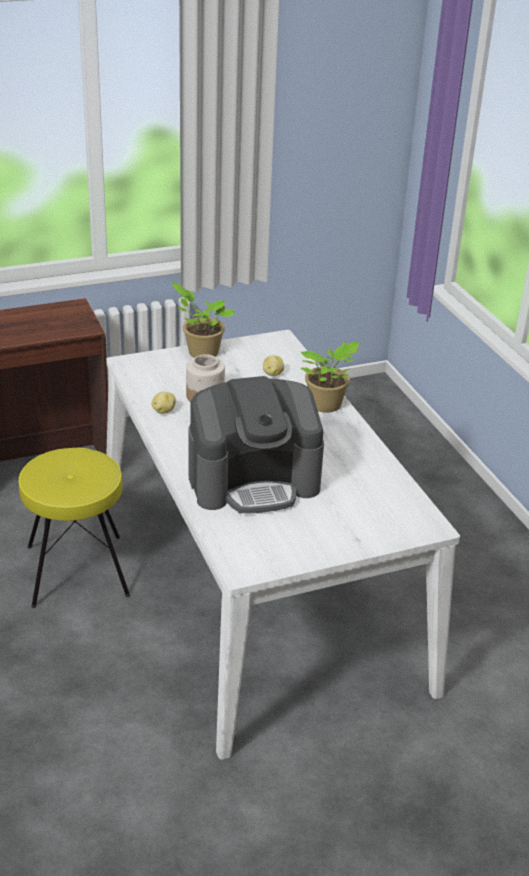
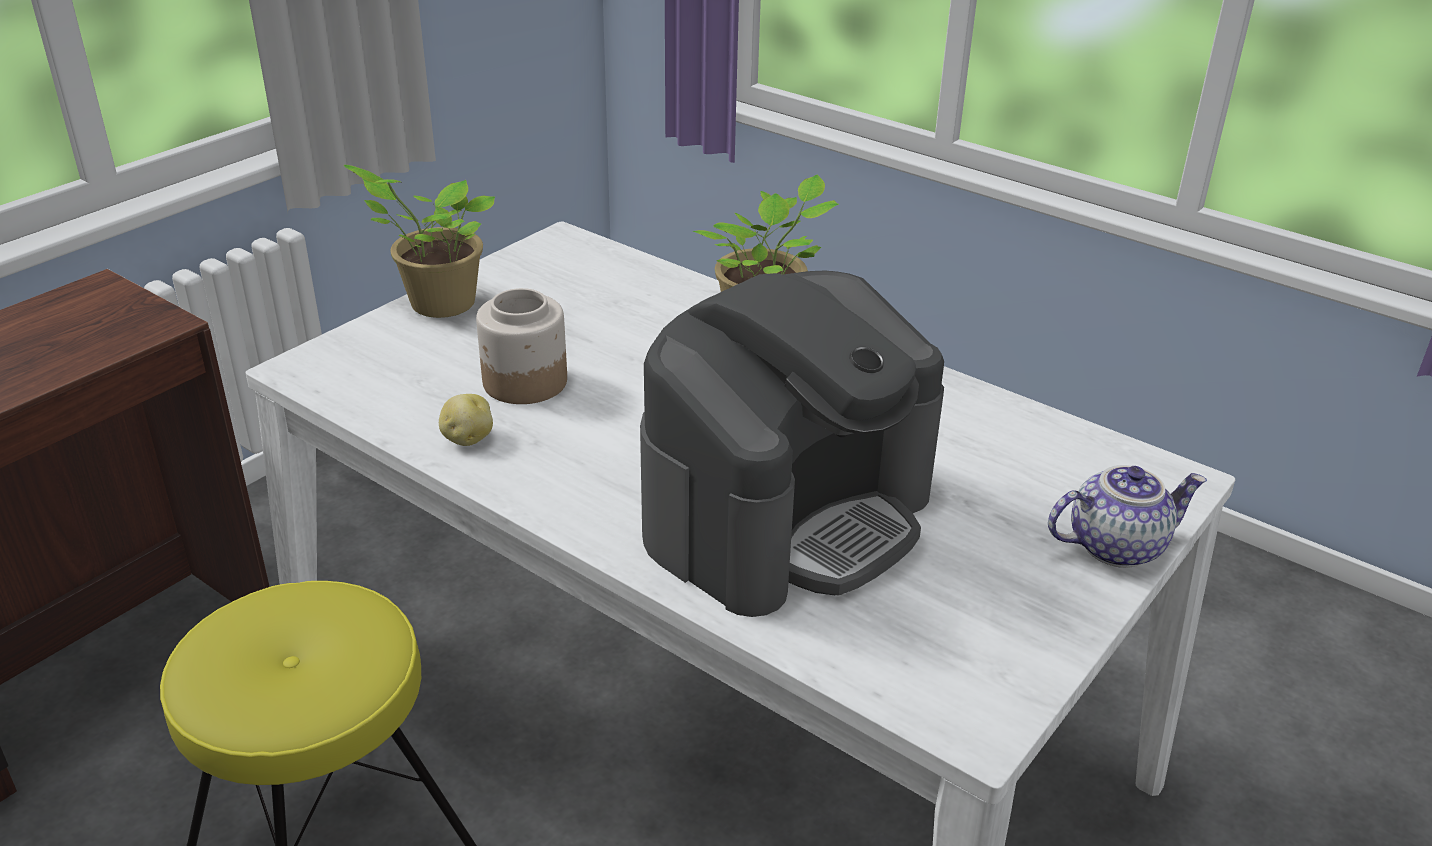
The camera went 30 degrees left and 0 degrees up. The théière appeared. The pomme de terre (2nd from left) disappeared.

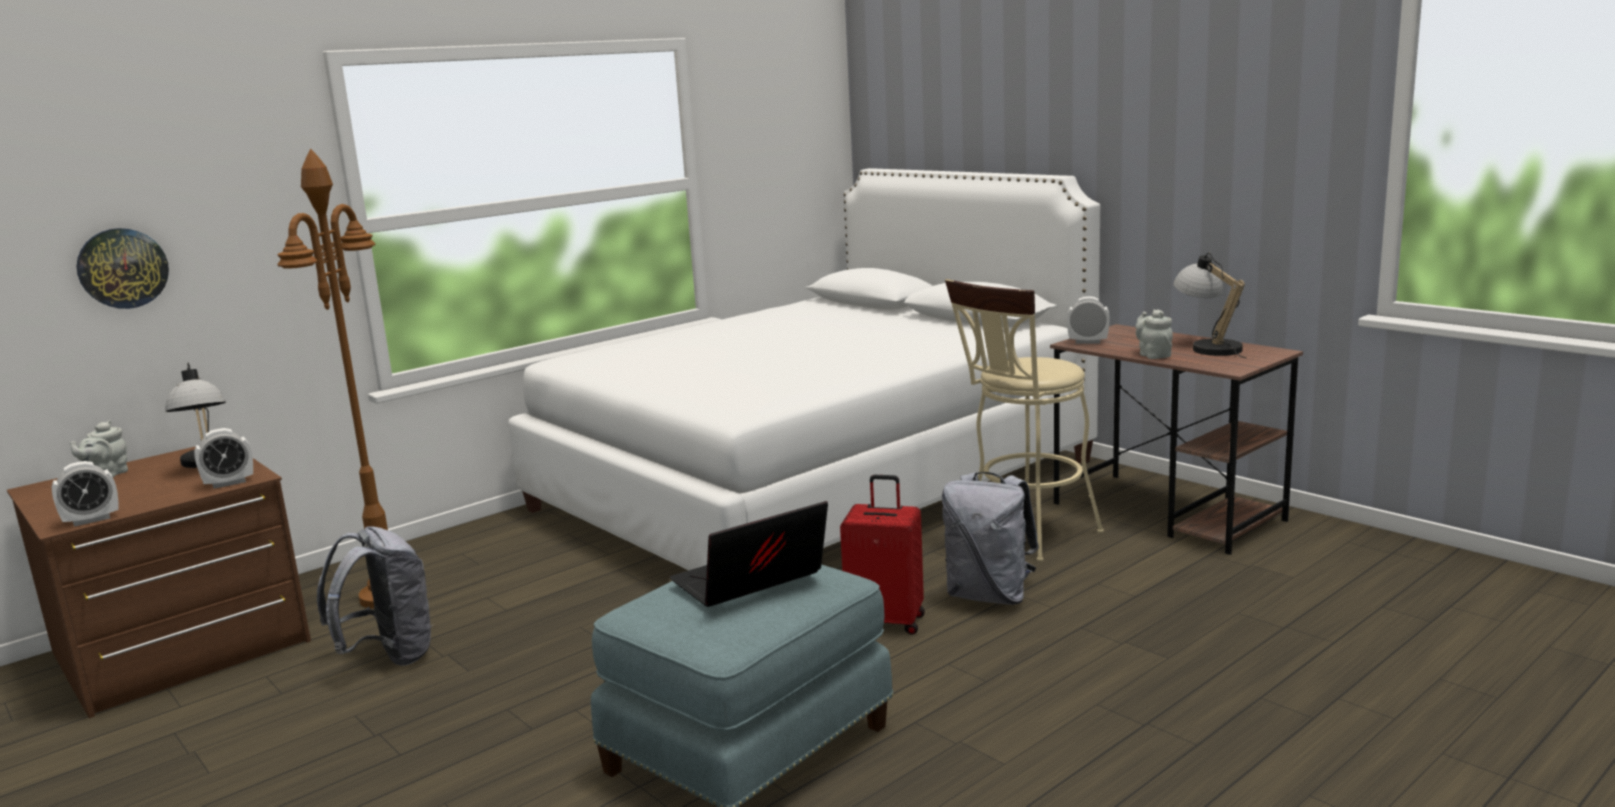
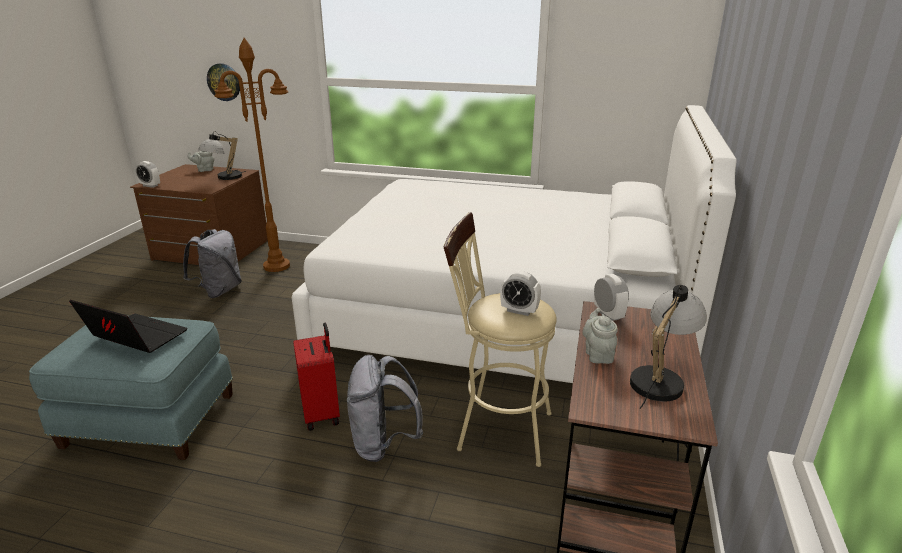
The camera went 55 degrees right and 10 degrees up. The réveil (2nd from left) moved. The théière (gris) (2nd from left) turned 45 degrees counterclockwise.

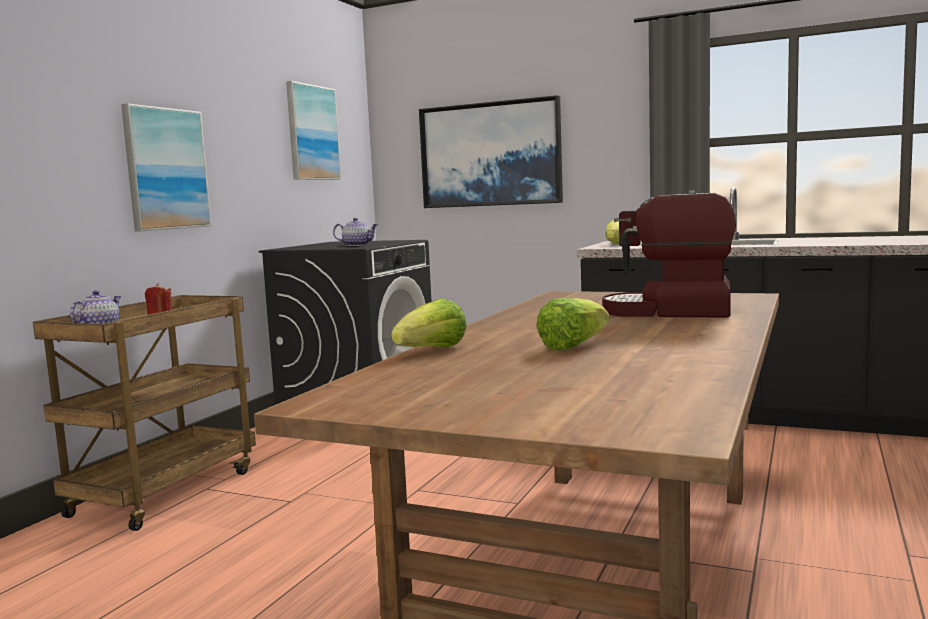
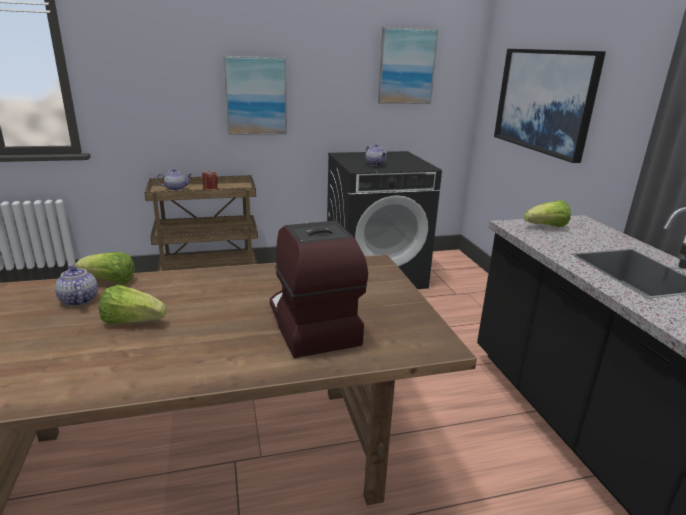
The camera went 50 degrees right and 15 degrees up. The théière (1st from left) appeared.

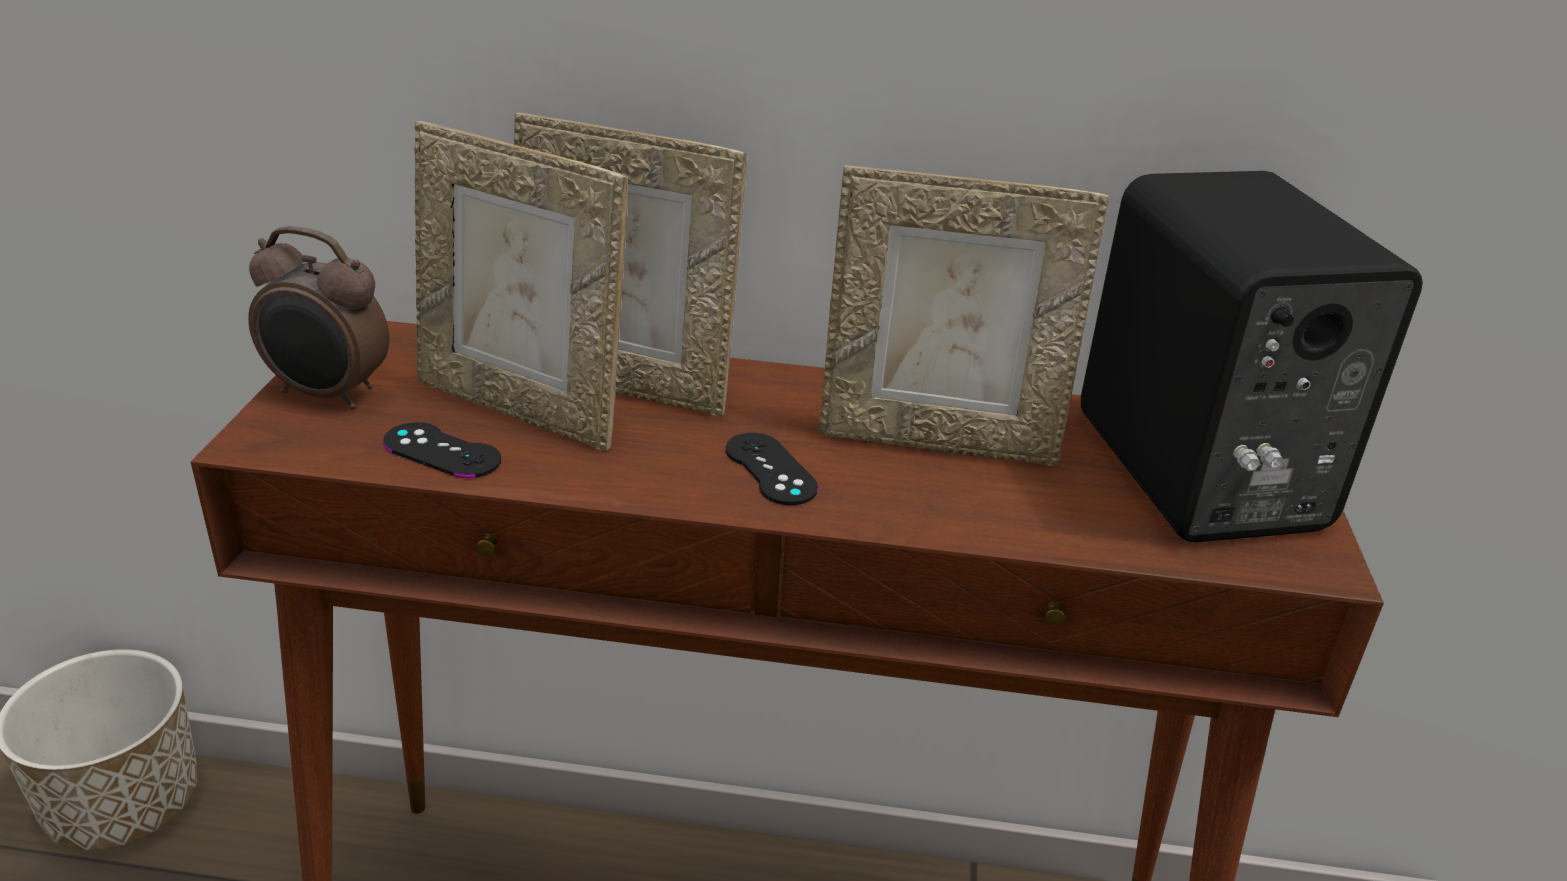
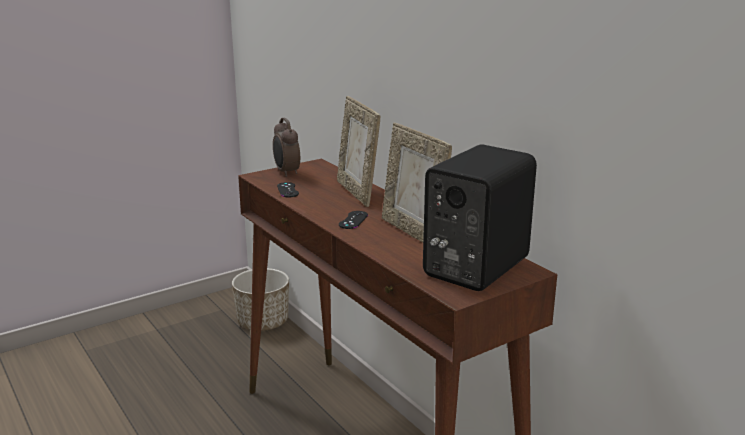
The camera went 50 degrees right and 10 degrees down. The cadre photo (1st from left) disappeared.

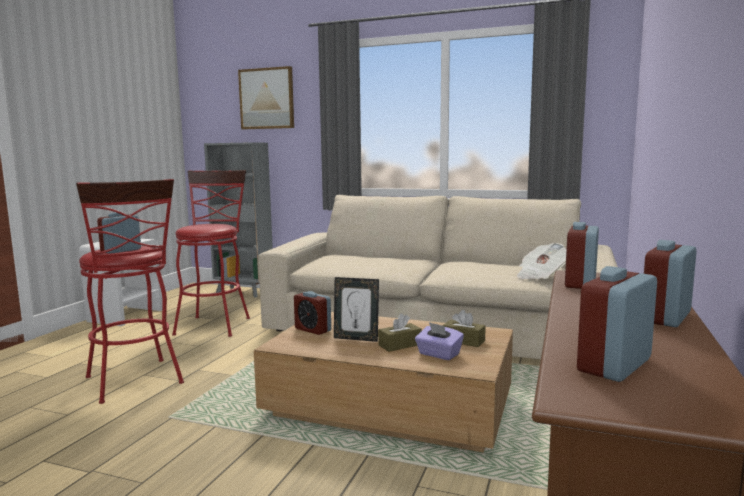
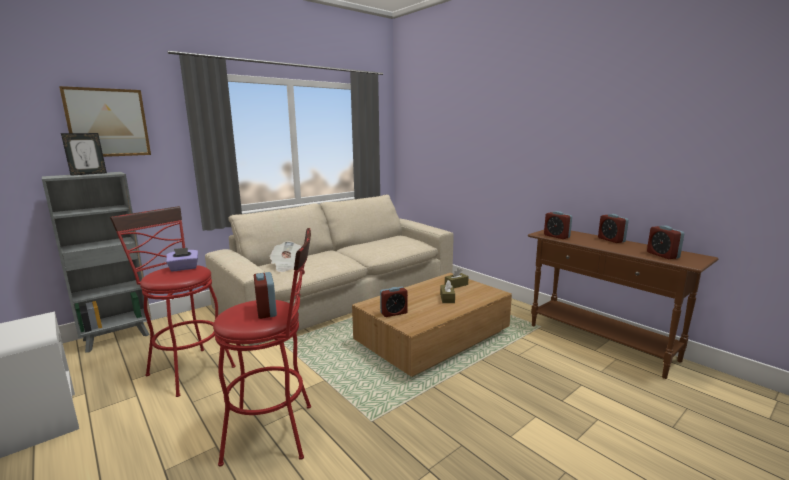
The camera went 60 degrees left and 5 degrees up. The cadre photo moved. The boîte à mouchoirs (violet) moved. The journal moved.

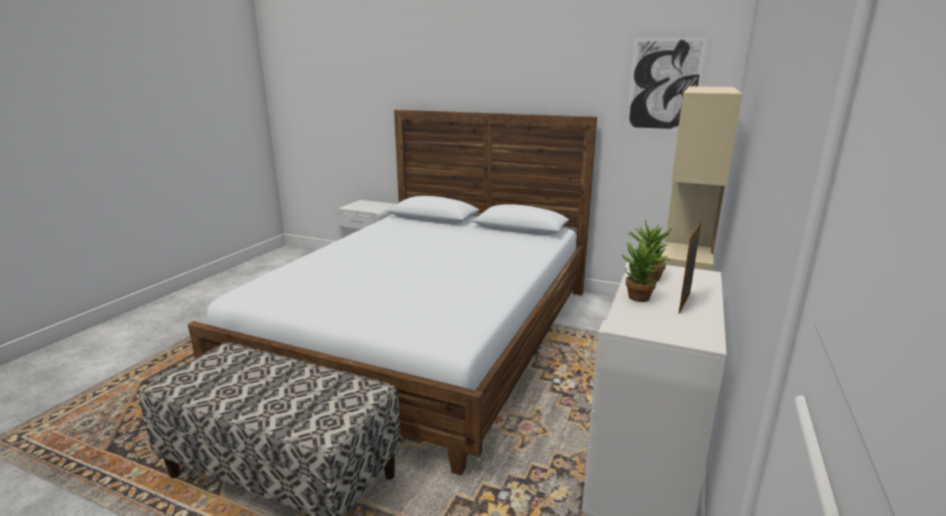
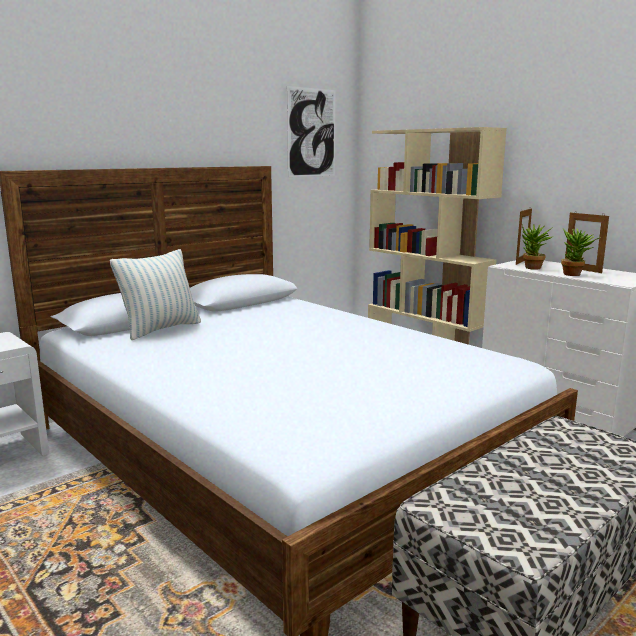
The camera went 65 degrees left and 5 degrees down. The coussin appeared. The cadre photo (1st from left) appeared.

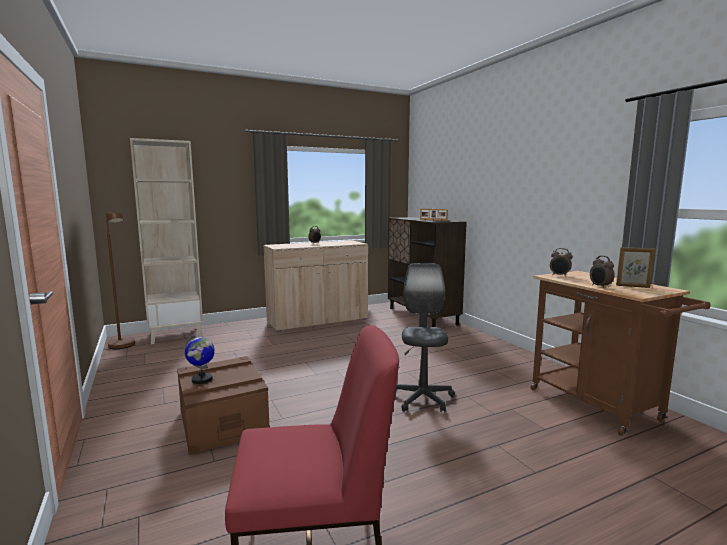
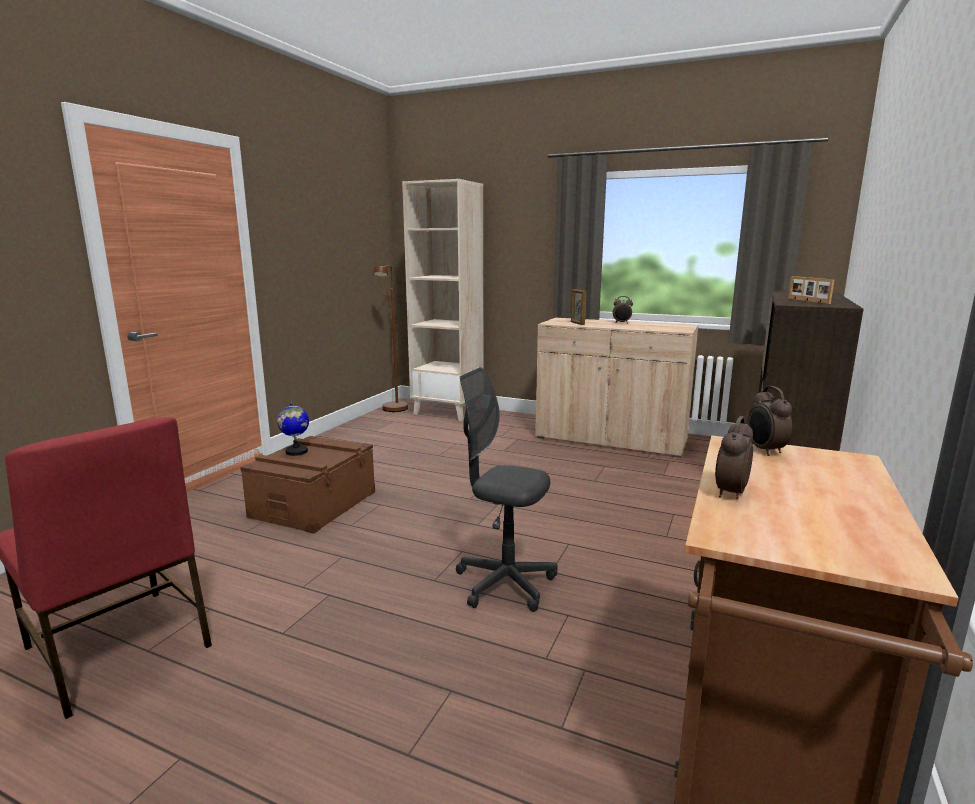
The camera went 50 degrees right and 5 degrees up. The chaise de bureau (gris) turned 120 degrees counterclockwise. The cadre photo (2nd from left in the first image) moved.

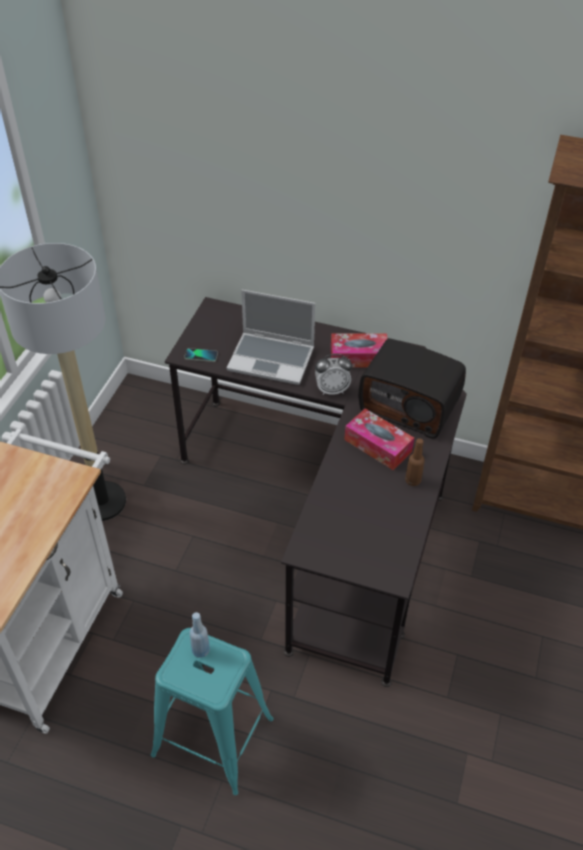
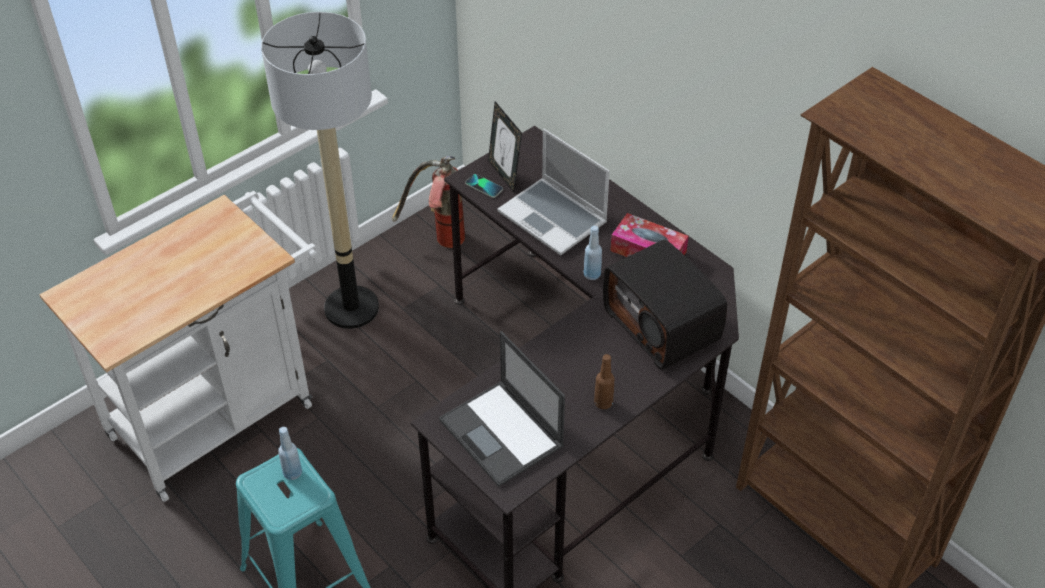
The camera went 30 degrees right and 0 degrees up. The extincteur appeared. The ordinateur portable (1st from left) appeared. The cadre photo appeared. The réveil was replaced by the bouteille (bleu) (2nd from left). The boîte à mouchoirs (2nd from left) disappeared.

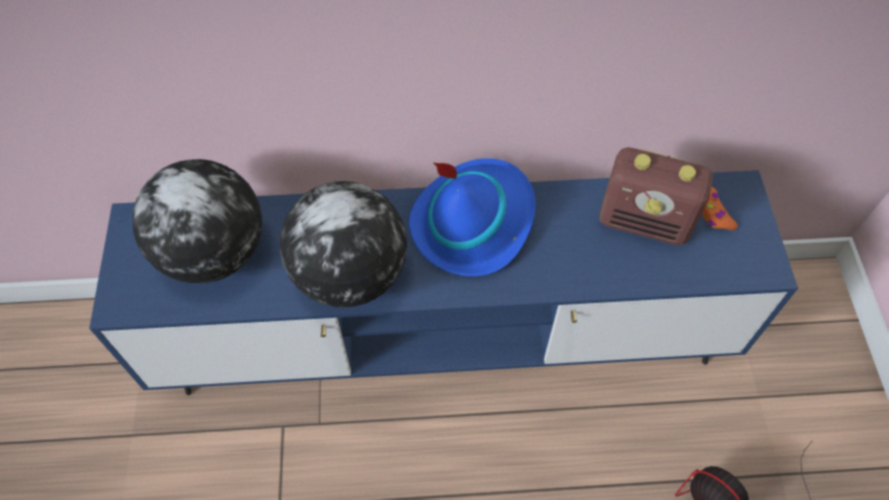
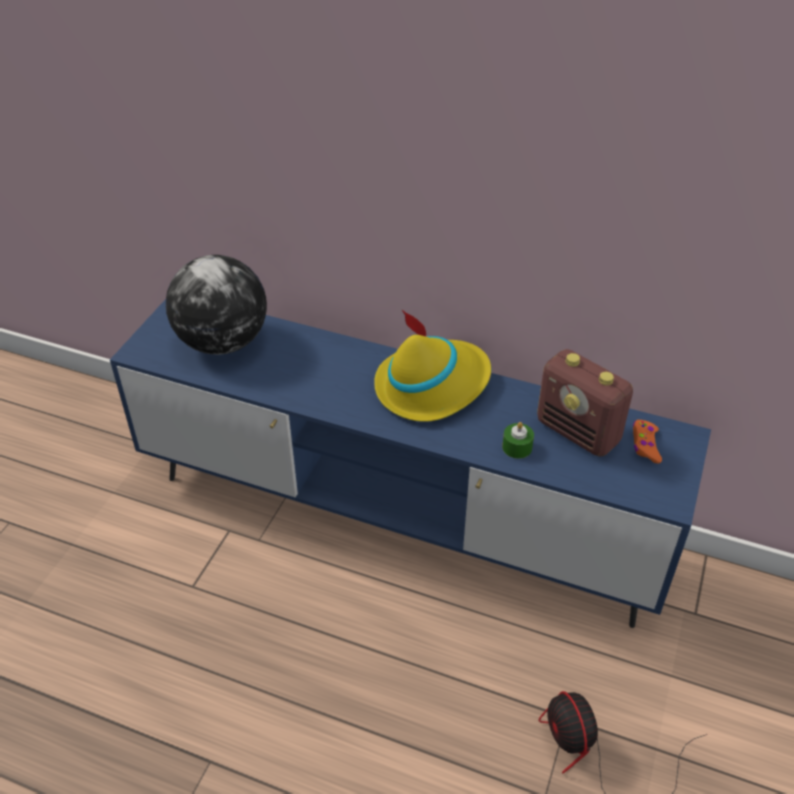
The camera went 25 degrees right and 15 degrees down. The chapeau (bleu) became the chapeau (jaune). The bougie (vert) appeared. The globe (2nd from left) disappeared.

